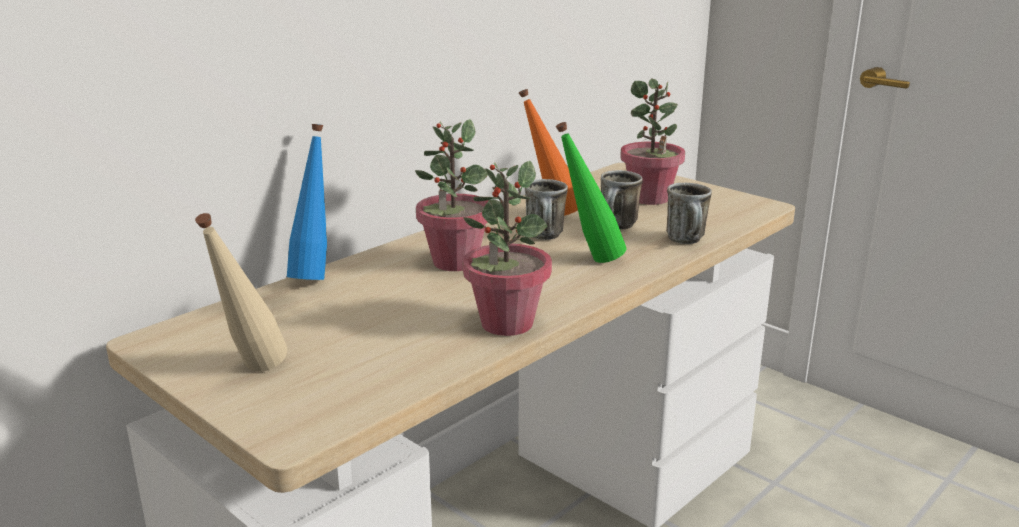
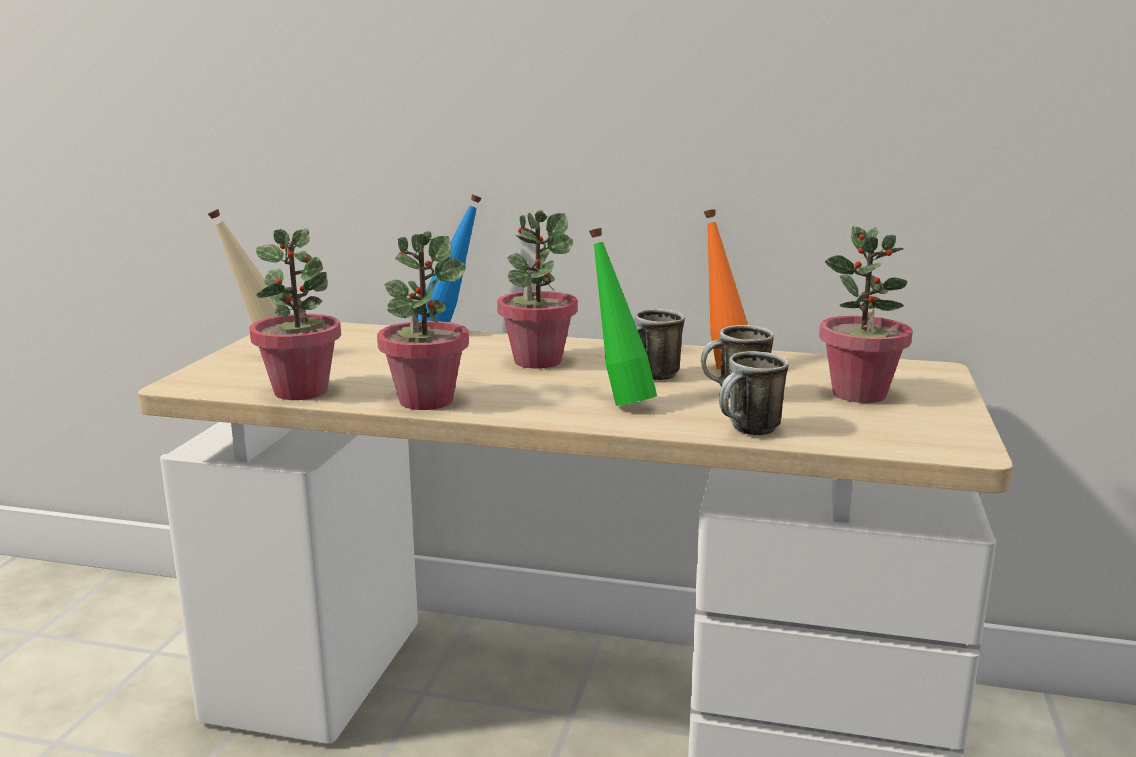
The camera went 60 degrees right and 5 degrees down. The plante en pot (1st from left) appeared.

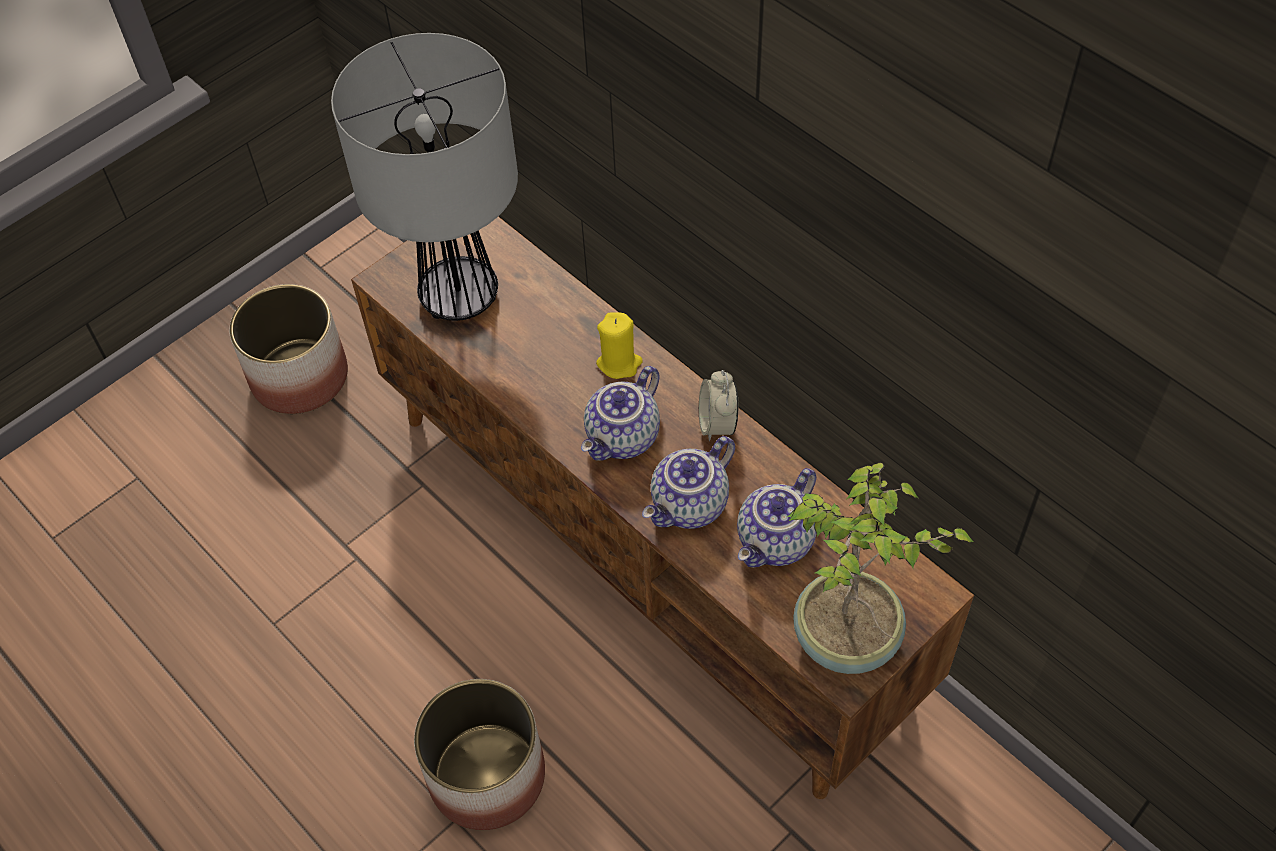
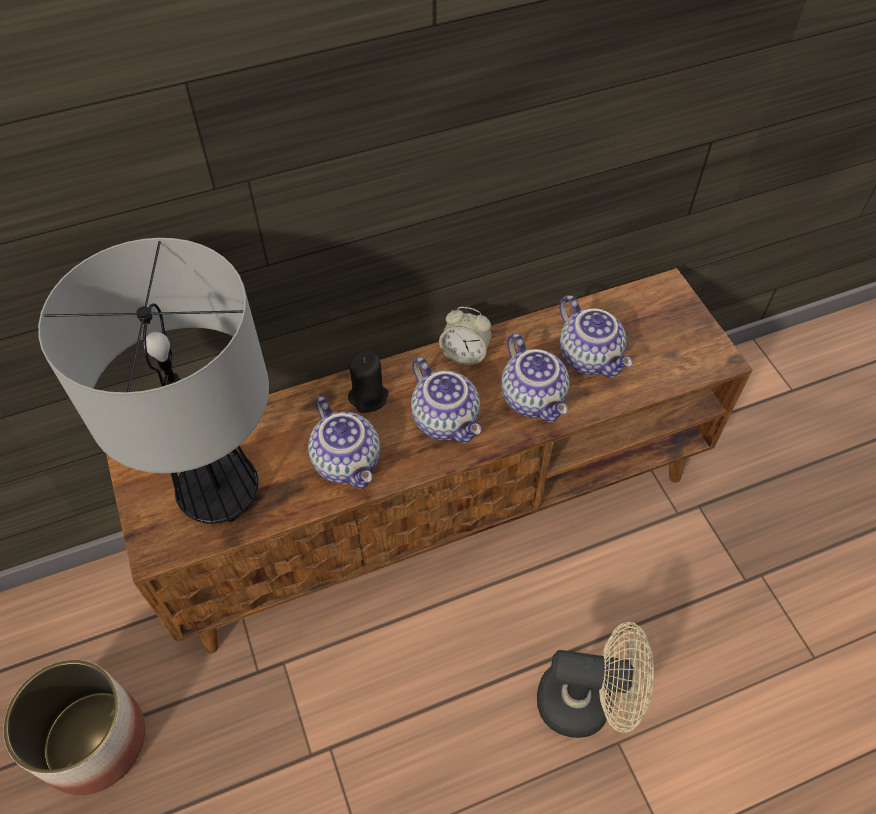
The camera went 70 degrees left and 0 degrees up. The théière (1st from left) appeared. The bougie (jaune) became the bougie (noir). The cache-pot (2nd from left) was replaced by the ventilateur (beige). The plante en pot disappeared.

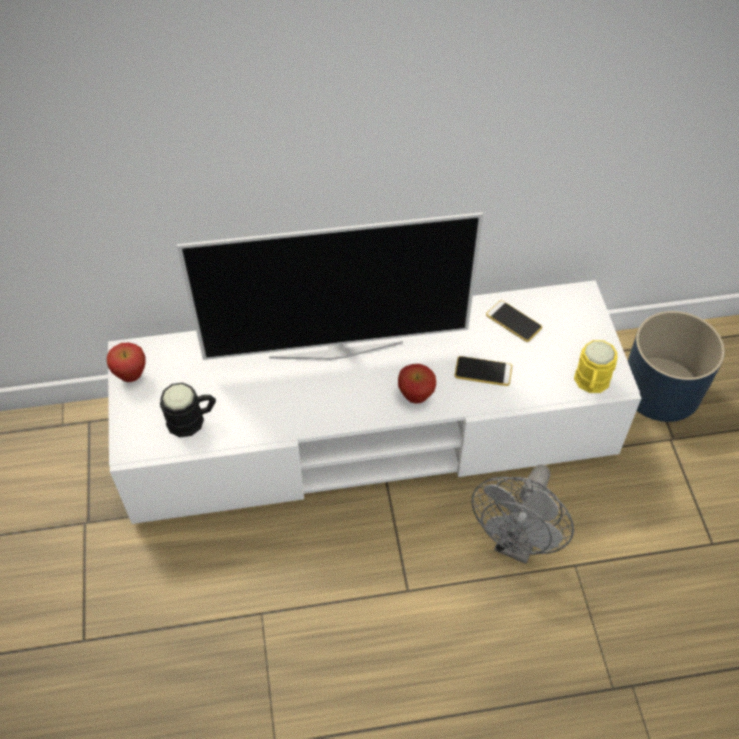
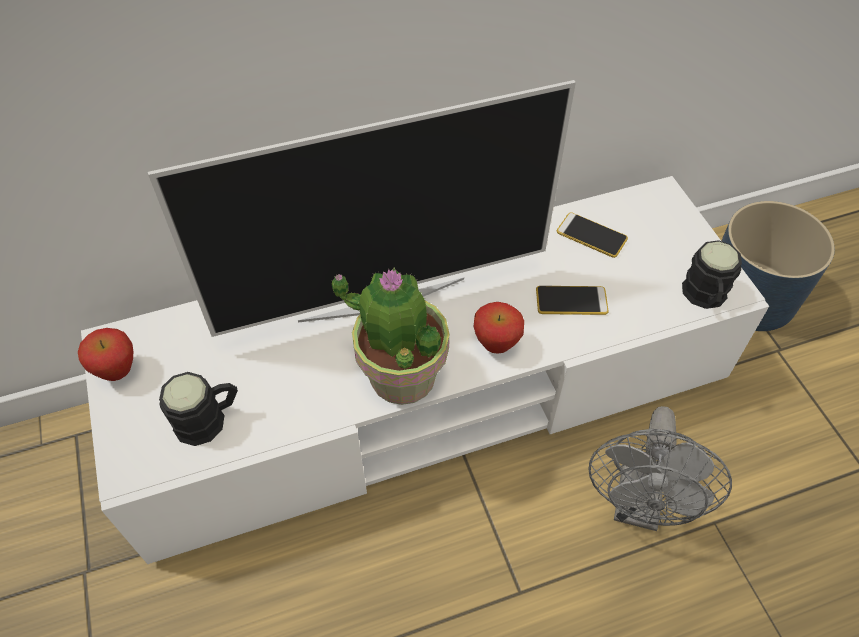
The camera went 10 degrees left and 0 degrees up. The plante en pot appeared. The mug (jaune) became the mug (noir) (2nd from left).

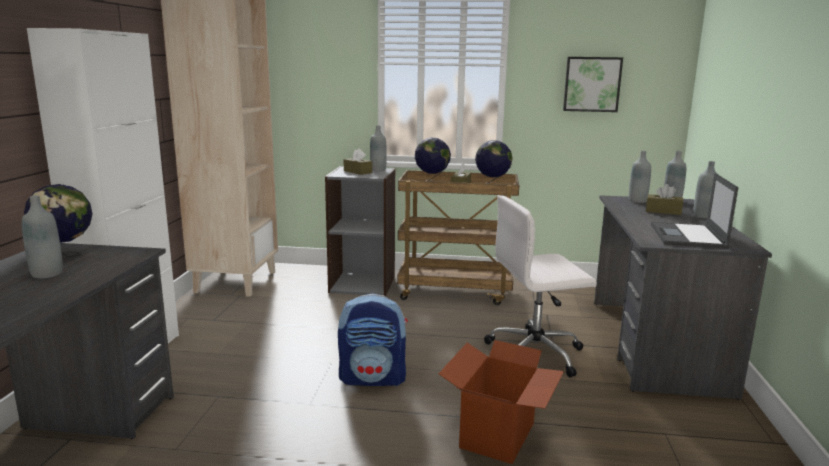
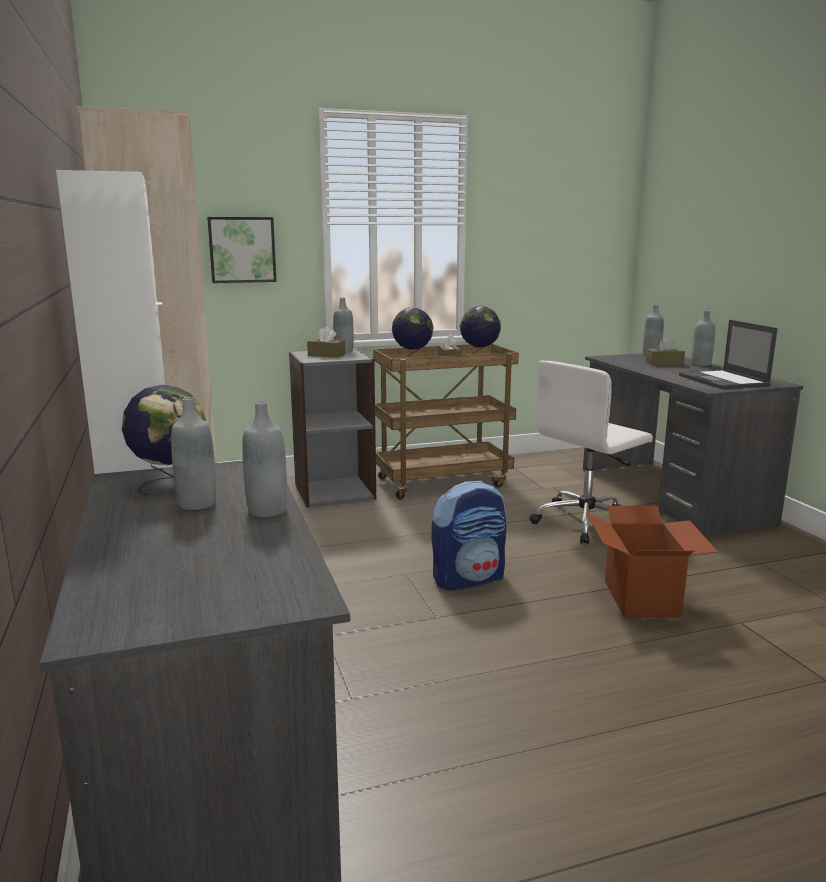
The camera went 25 degrees left and 0 degrees up. The tableau moved. The bouteille (gris) (3rd from left in the first image) moved.

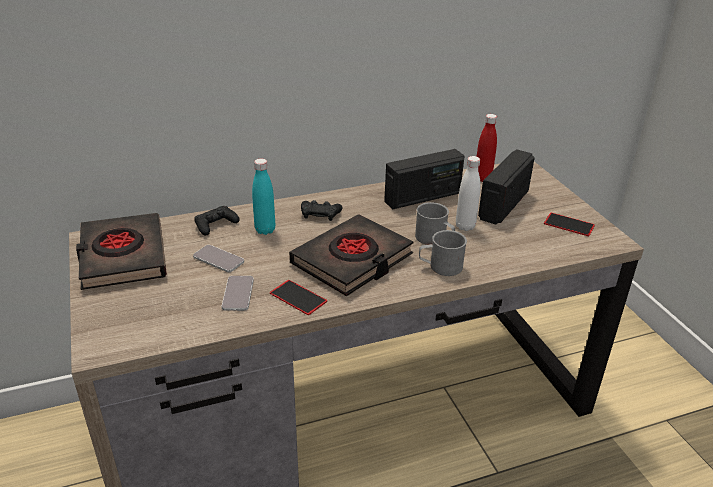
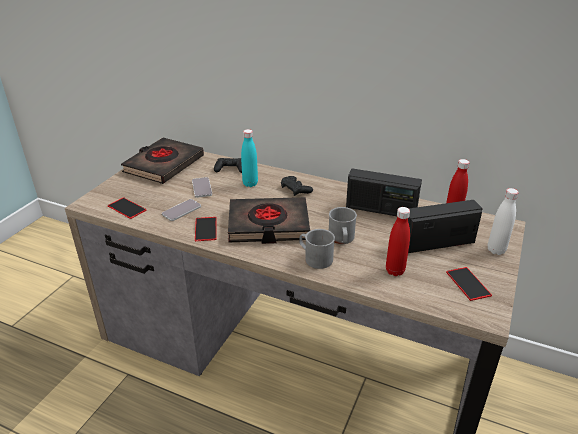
The camera went 45 degrees right and 0 degrees up. The téléphone (1st from left) appeared. The bouteille (rouge) (1st from left) appeared. The bouteille (blanc) moved.

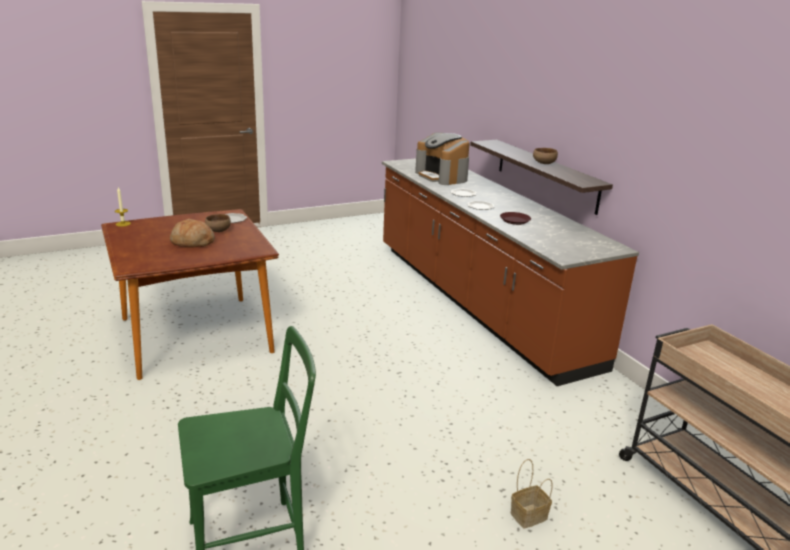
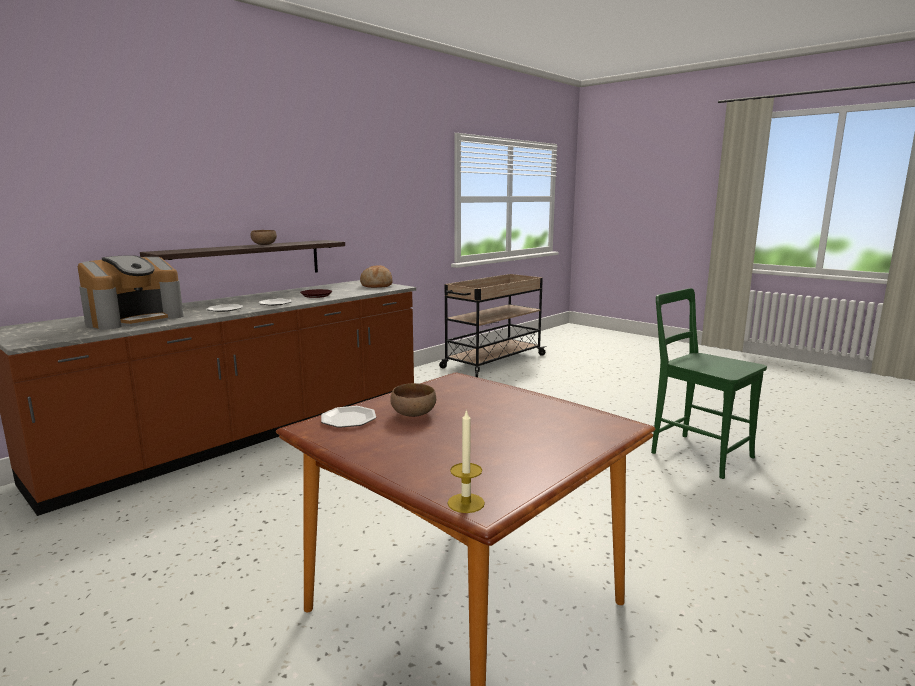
The camera went 110 degrees left and 10 degrees down. The pain moved. The panier disappeared.

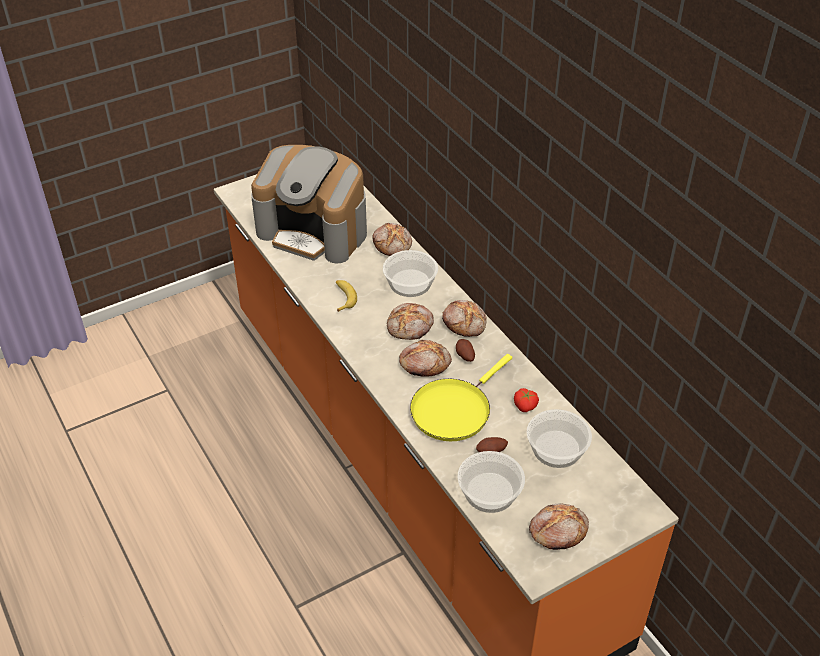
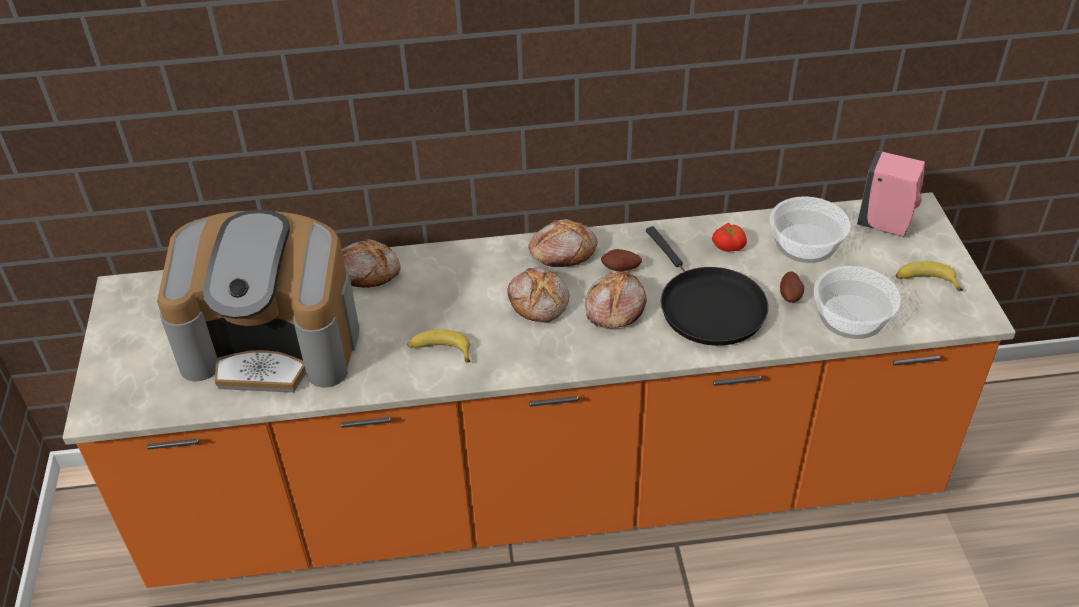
The camera went 65 degrees left and 0 degrees up. The machine à café turned 45 degrees clockwise. The poêle (jaune) became the poêle (noir). The distributeur de savon (rose) appeared. The pain (5th from left) was replaced by the banane (2nd from left). The bol (1st from left) disappeared.

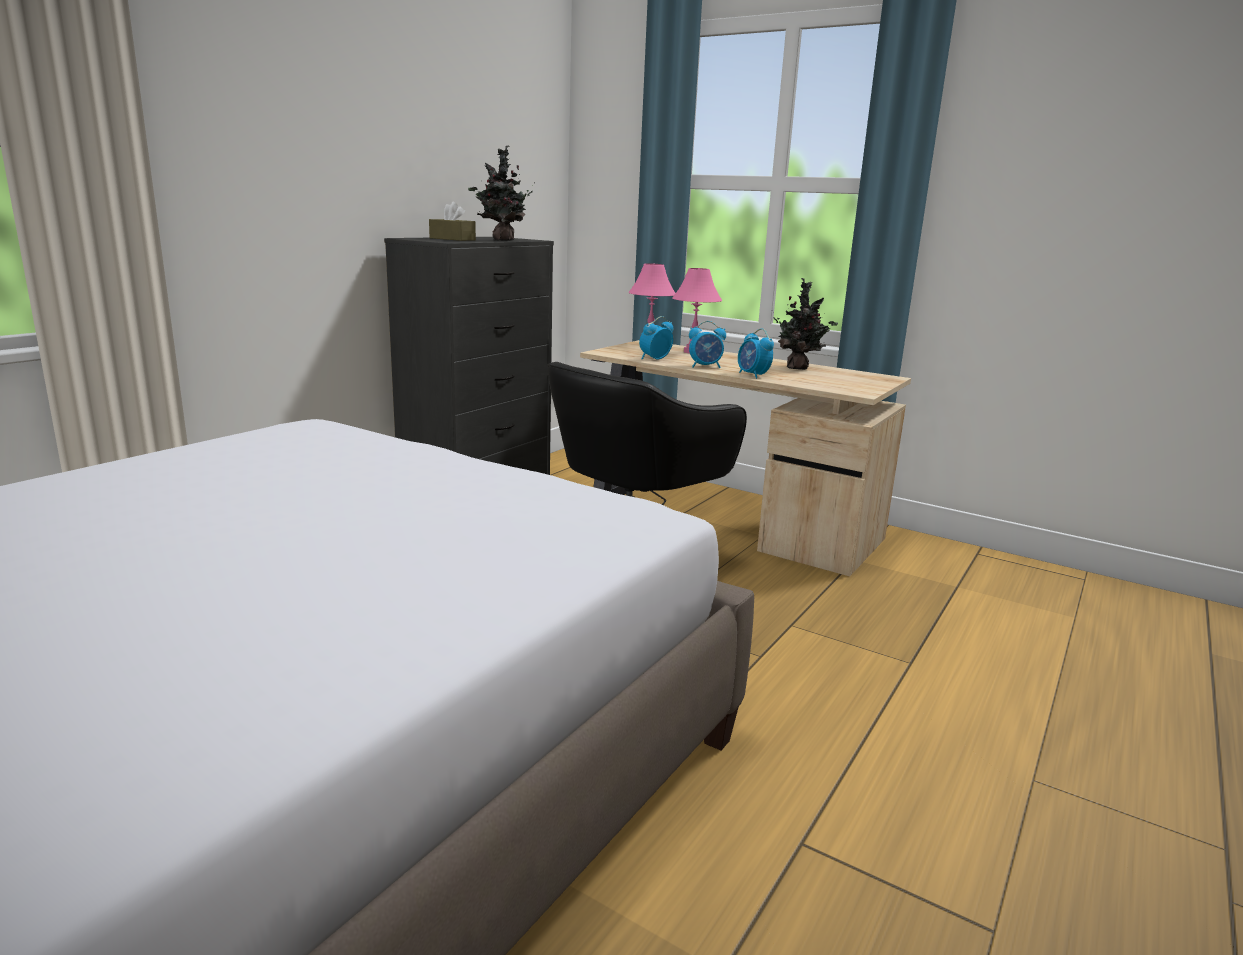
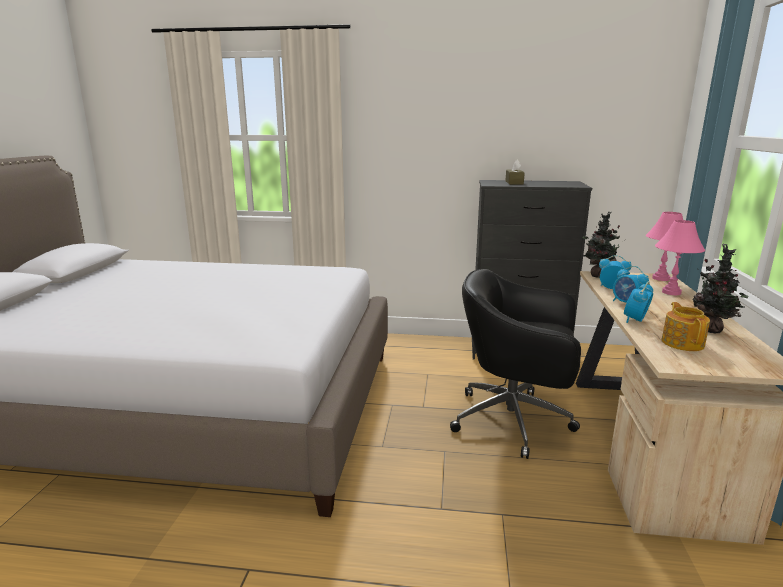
The camera went 65 degrees right and 0 degrees up. The plante en pot (1st from left) moved. The théière appeared.

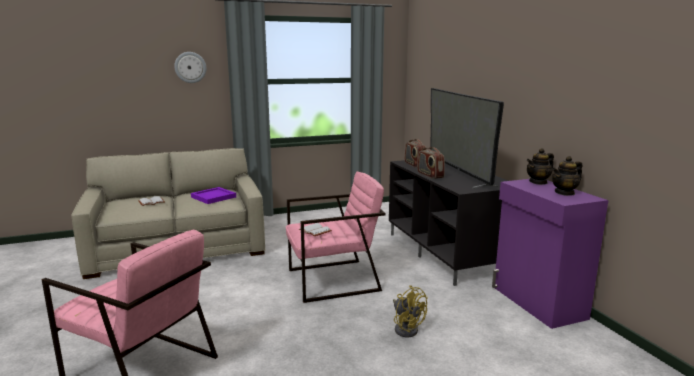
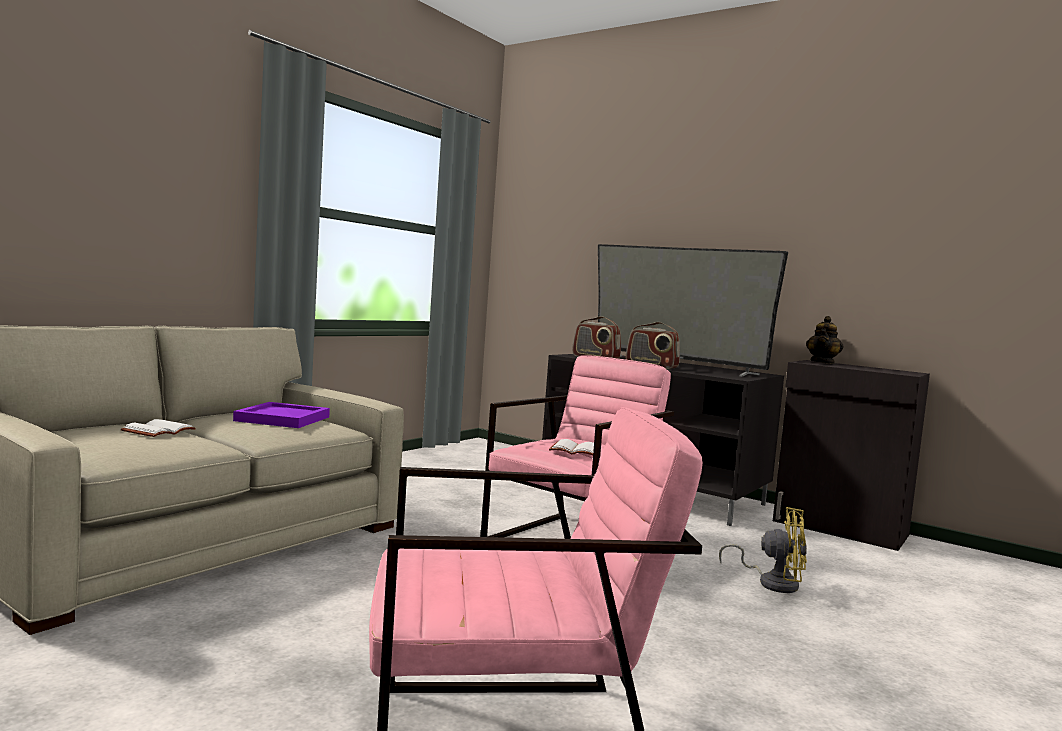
The camera went 35 degrees left and 10 degrees down. The meuble de rangement (violet) became the meuble de rangement (noir). The horloge murale disappeared. The théière (2nd from left) disappeared.

